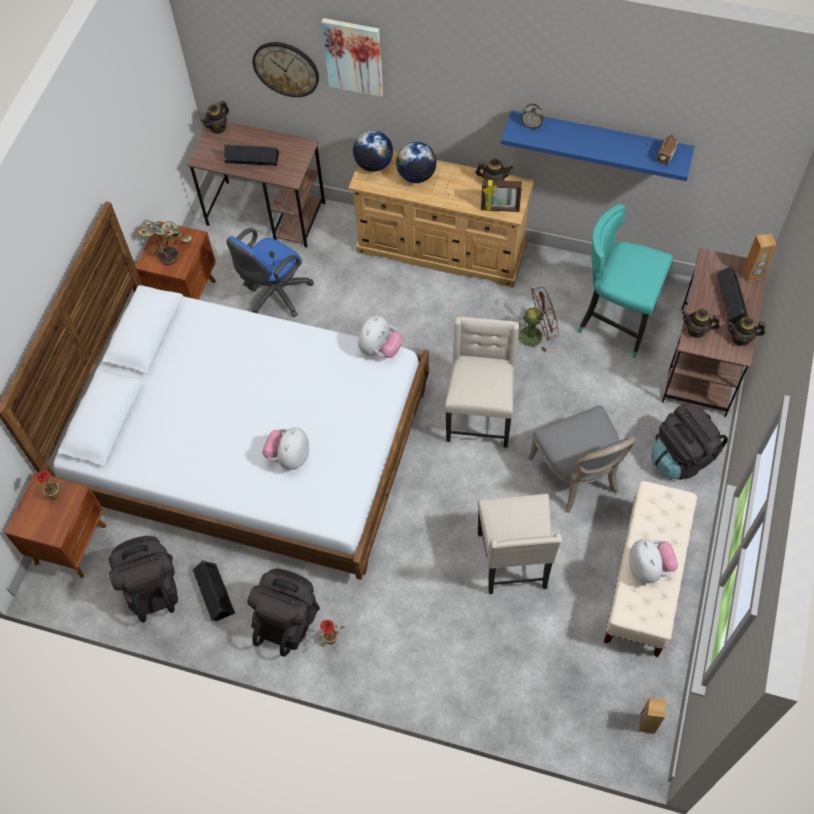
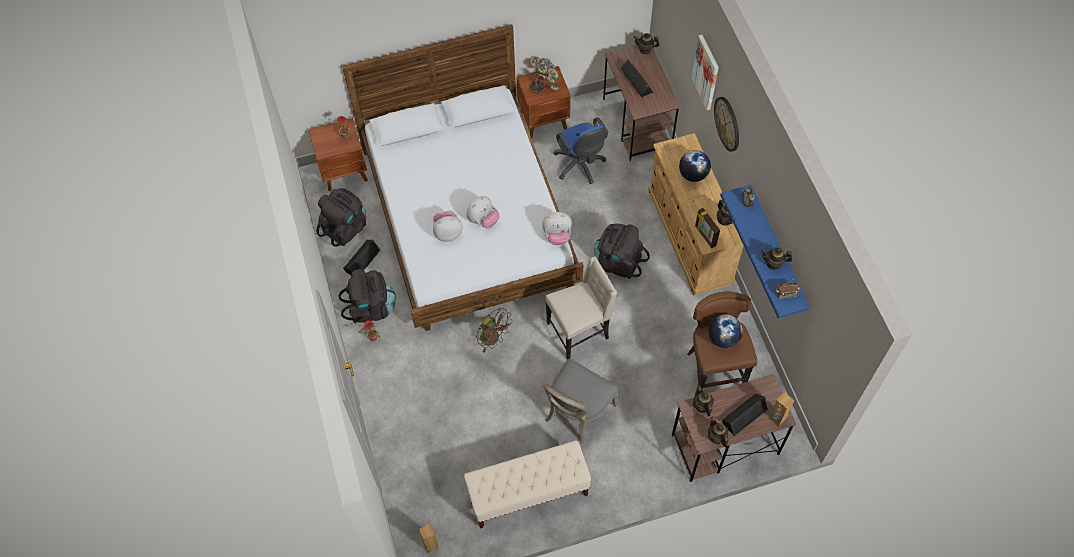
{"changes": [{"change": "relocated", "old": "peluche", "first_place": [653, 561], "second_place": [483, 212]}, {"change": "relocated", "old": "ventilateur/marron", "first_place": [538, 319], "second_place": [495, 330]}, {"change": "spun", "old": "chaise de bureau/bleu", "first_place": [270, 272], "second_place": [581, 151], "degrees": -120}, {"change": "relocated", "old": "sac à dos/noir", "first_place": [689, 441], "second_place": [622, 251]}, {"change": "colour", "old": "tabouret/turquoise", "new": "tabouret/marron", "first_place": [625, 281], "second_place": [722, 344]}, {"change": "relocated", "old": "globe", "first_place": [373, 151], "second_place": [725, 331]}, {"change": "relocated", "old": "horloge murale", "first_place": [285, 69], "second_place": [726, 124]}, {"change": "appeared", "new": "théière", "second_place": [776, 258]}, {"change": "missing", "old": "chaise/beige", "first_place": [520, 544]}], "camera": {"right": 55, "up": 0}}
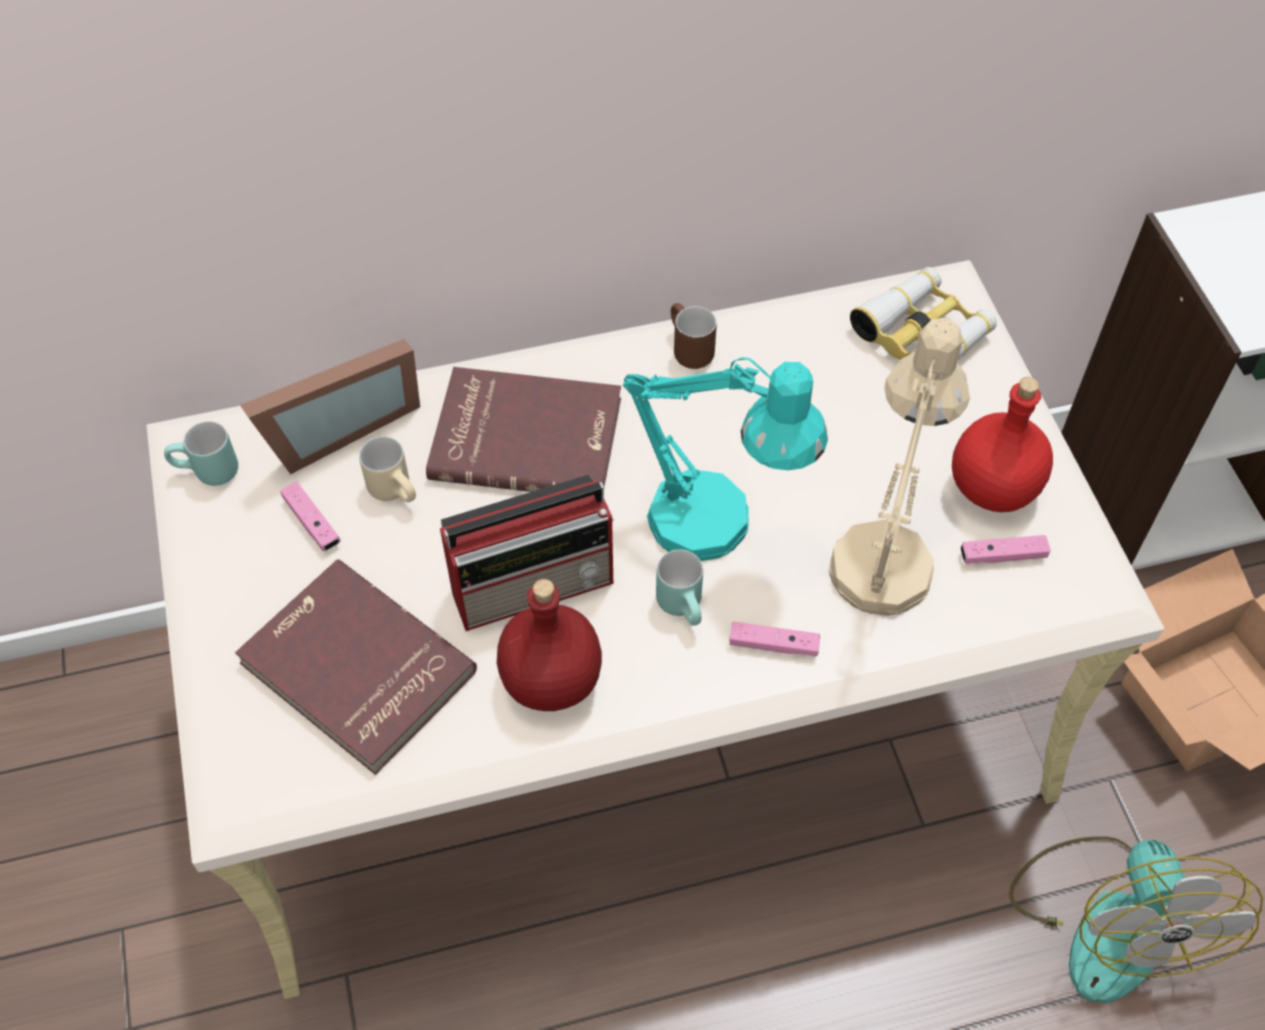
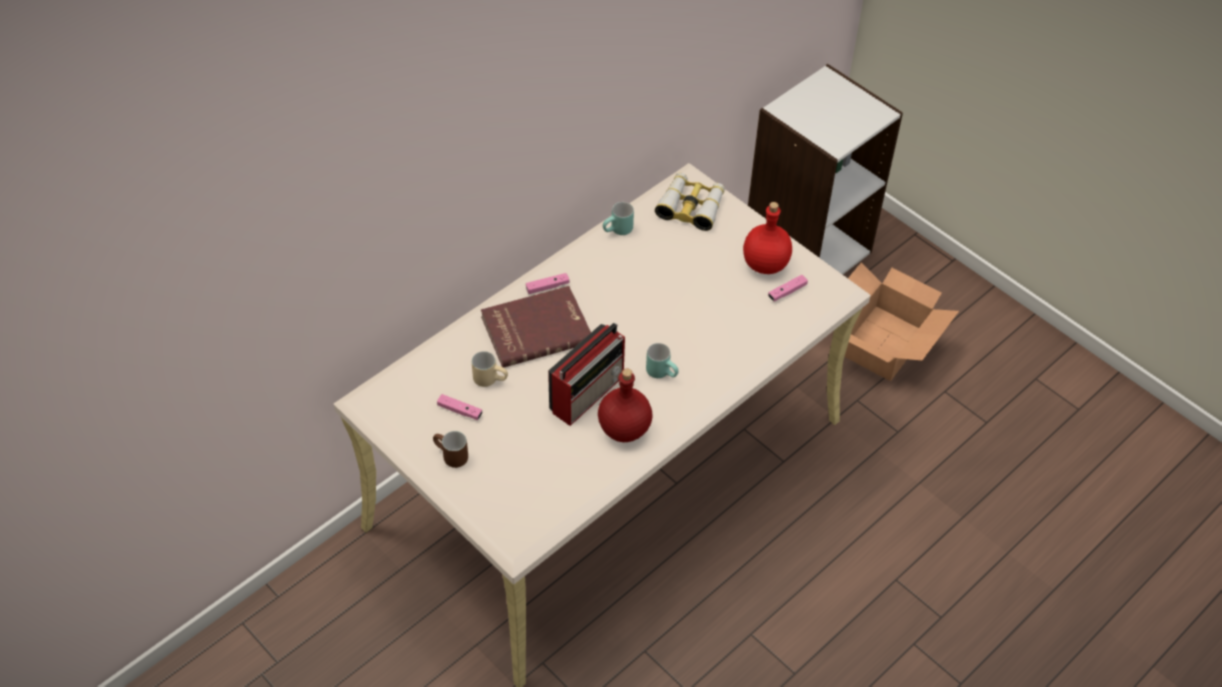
{"changes": [{"change": "relocated", "old": "mug/marron", "first_place": [694, 336], "second_place": [450, 449]}, {"change": "relocated", "old": "manette/rose", "first_place": [774, 639], "second_place": [547, 283]}, {"change": "relocated", "old": "mug/turquoise", "first_place": [201, 453], "second_place": [618, 218]}, {"change": "missing", "old": "livre/rouge", "first_place": [356, 667]}, {"change": "missing", "old": "cadre photo", "first_place": [330, 406]}, {"change": "missing", "old": "lampe de table/turquoise", "first_place": [725, 459]}, {"change": "missing", "old": "lampe de table/beige", "first_place": [899, 467]}, {"change": "missing", "old": "ventilateur", "first_place": [1136, 919]}], "camera": {"right": -30, "up": -5}}
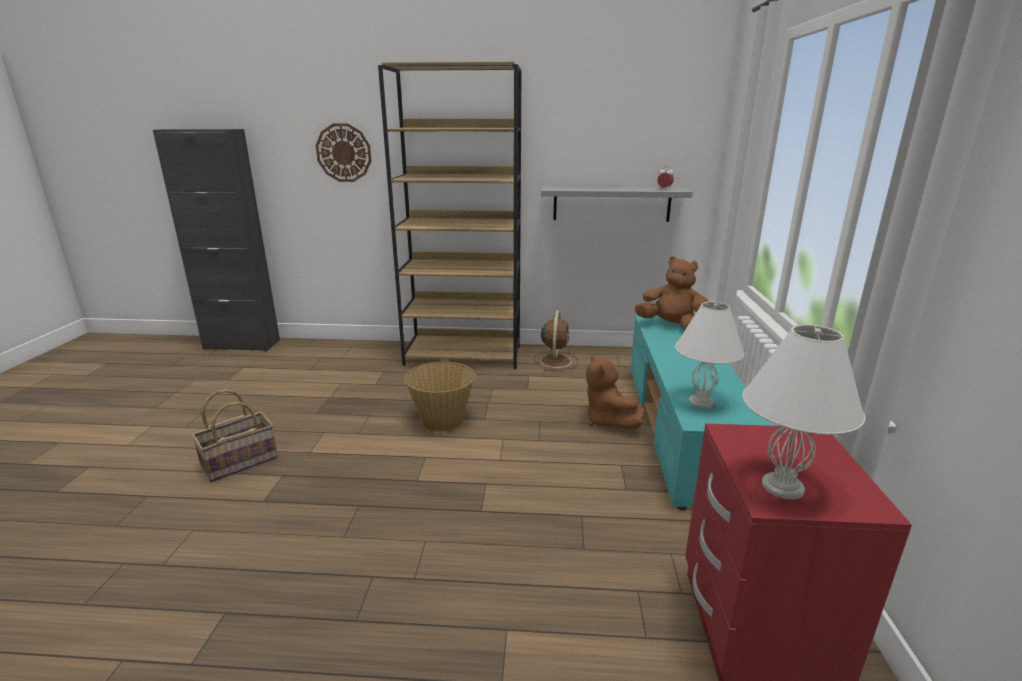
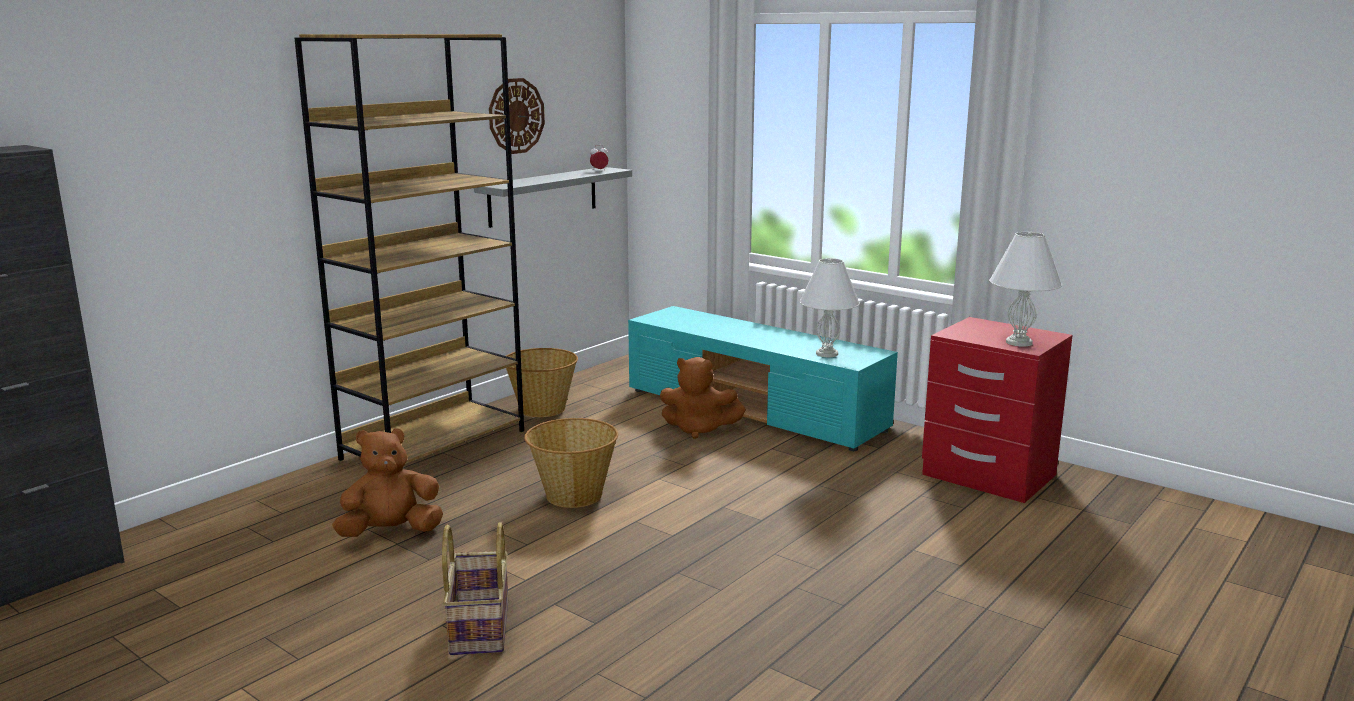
{"changes": [{"change": "relocated", "old": "peluche/marron", "first_place": [671, 293], "second_place": [387, 482]}, {"change": "relocated", "old": "horloge murale", "first_place": [343, 153], "second_place": [517, 116]}, {"change": "exchanged", "old": "ventilateur/marron", "new": "panier", "first_place": [555, 340], "second_place": [542, 382]}], "camera": {"right": -55, "up": -5}}
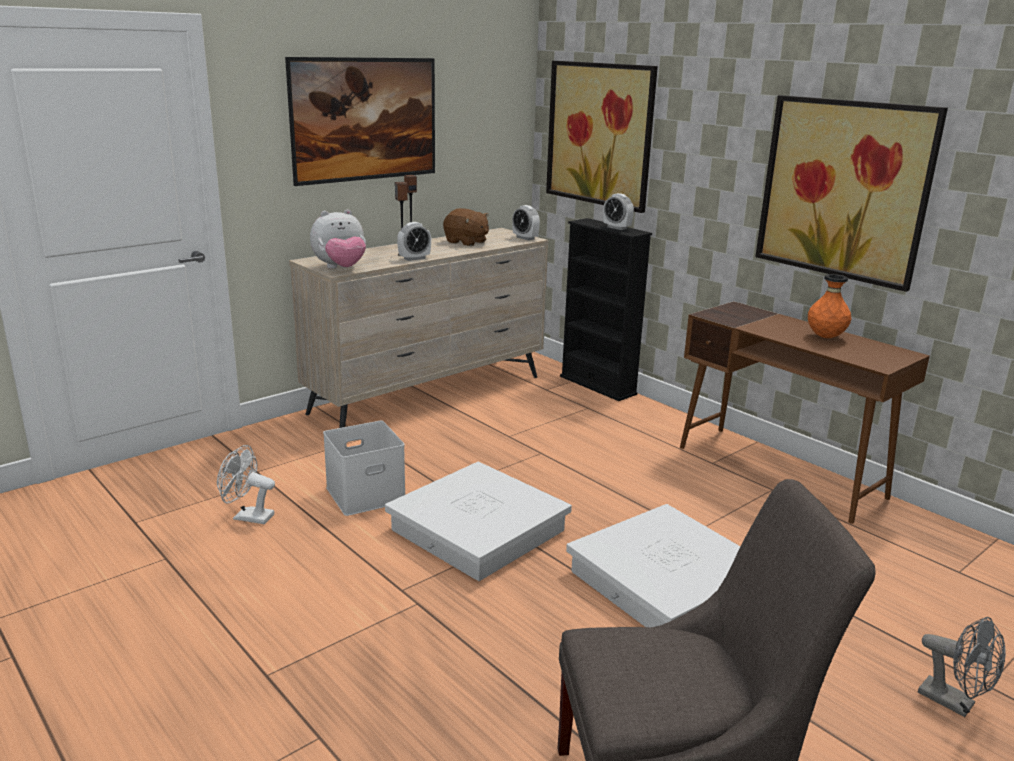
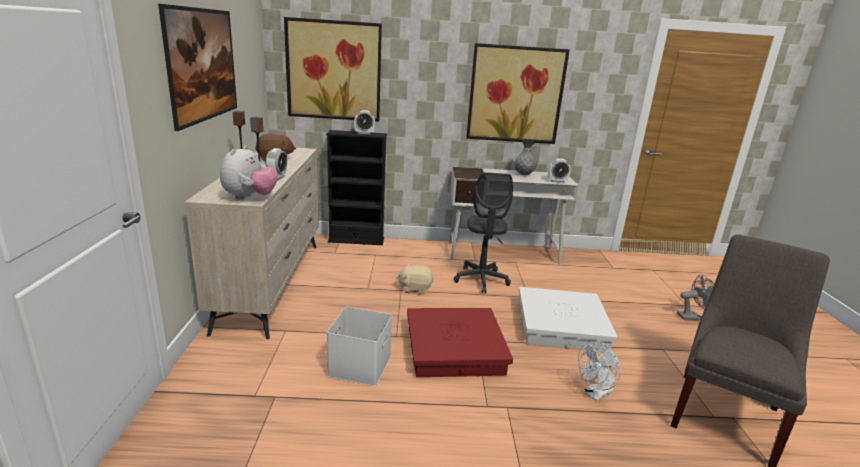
{"changes": [{"change": "appeared", "new": "peluche/beige", "second_place": [415, 278]}, {"change": "colour", "old": "boîte de rangement/blanc", "new": "boîte de rangement/rouge", "first_place": [478, 521], "second_place": [460, 342]}, {"change": "colour", "old": "bureau/marron", "new": "bureau/blanc", "first_place": [805, 412], "second_place": [514, 216]}, {"change": "appeared", "new": "chaise de bureau/gris", "second_place": [483, 233]}, {"change": "colour", "old": "vase/orange", "new": "vase/gris", "first_place": [829, 306], "second_place": [525, 158]}, {"change": "relocated", "old": "réveil", "first_place": [526, 222], "second_place": [559, 170]}, {"change": "relocated", "old": "ventilateur/blanc", "first_place": [246, 484], "second_place": [599, 371]}], "camera": {"right": -50, "up": 0}}
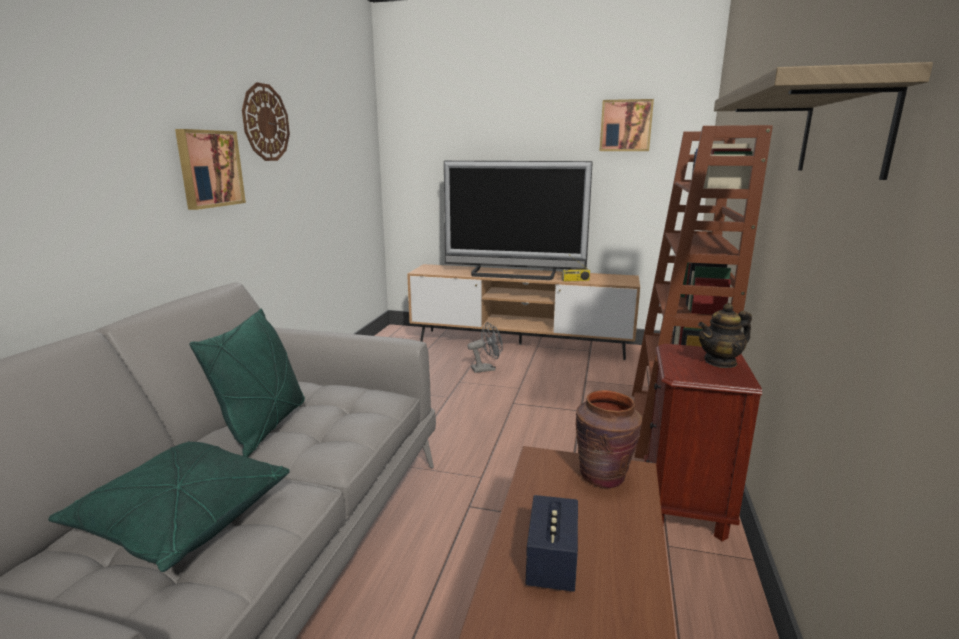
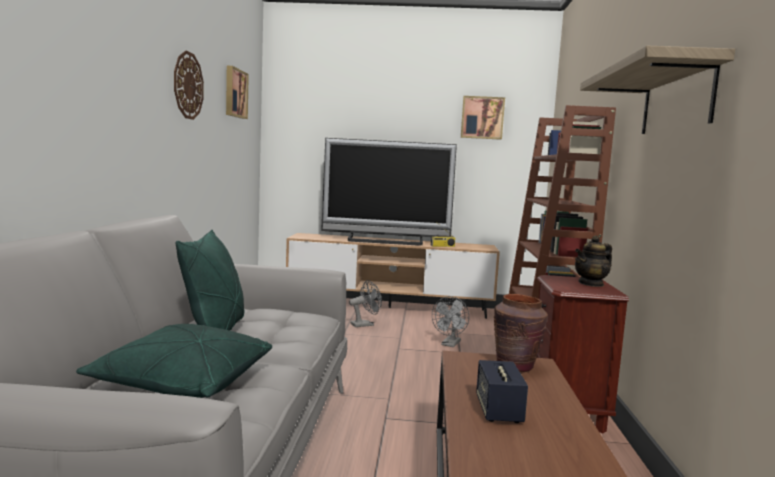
{"changes": [{"change": "relocated", "old": "tableau", "first_place": [210, 169], "second_place": [237, 92]}, {"change": "appeared", "new": "ventilateur/gris", "second_place": [450, 321]}], "camera": {"right": -10, "up": -10}}
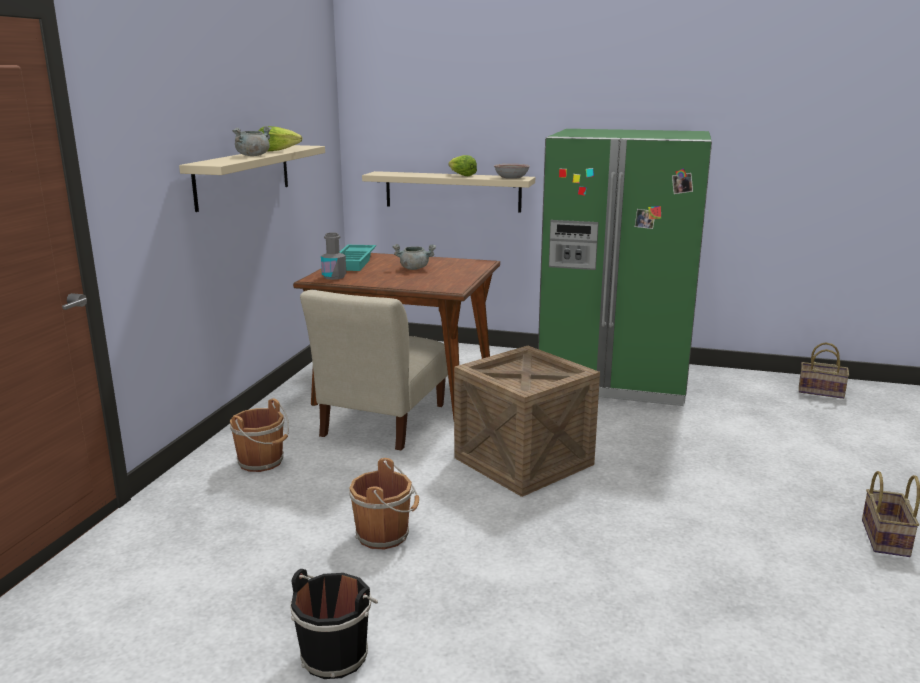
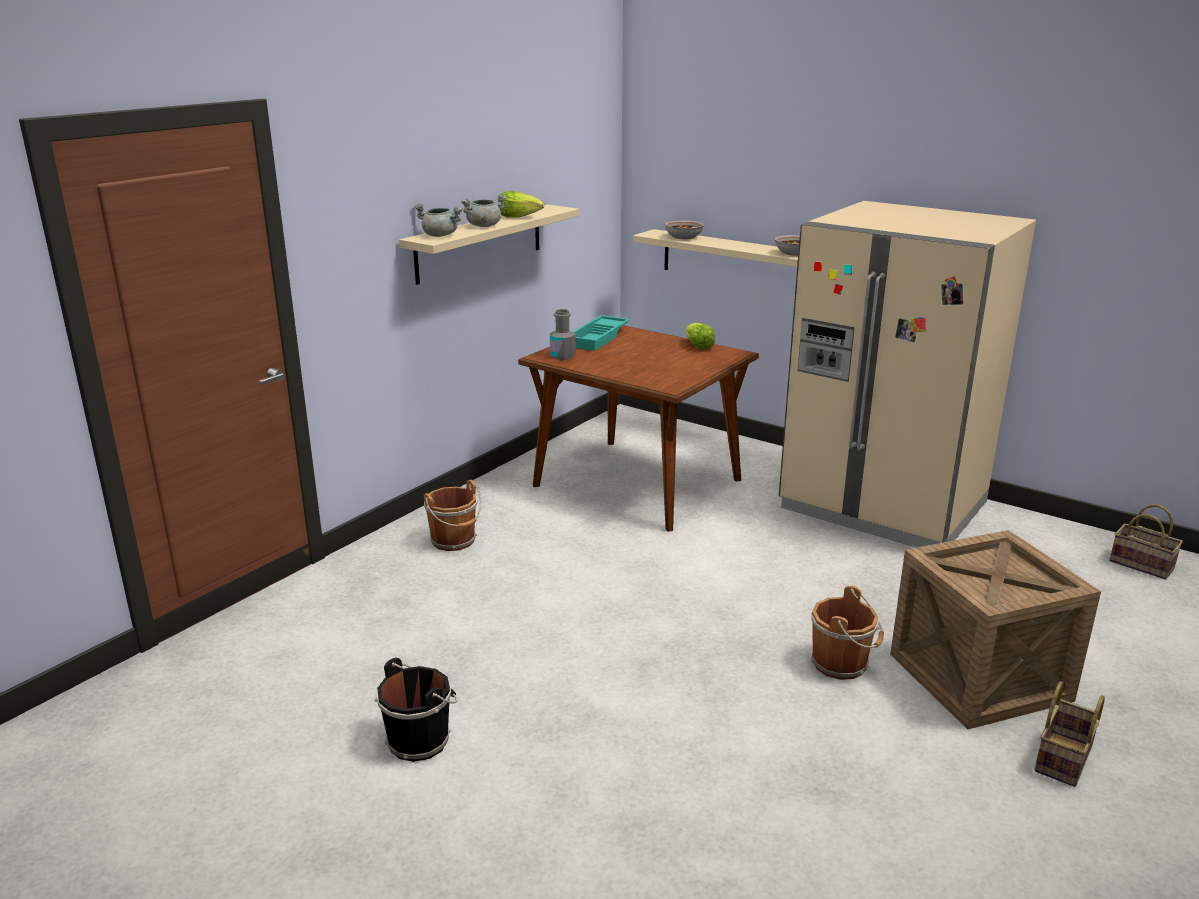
{"changes": [{"change": "relocated", "old": "marmite/gris", "first_place": [414, 257], "second_place": [438, 220]}, {"change": "appeared", "new": "bol", "second_place": [684, 229]}, {"change": "relocated", "old": "laitue", "first_place": [462, 165], "second_place": [700, 336]}, {"change": "colour", "old": "réfrigérateur/vert", "new": "réfrigérateur/beige", "first_place": [625, 267], "second_place": [907, 374]}, {"change": "relocated", "old": "seau/marron", "first_place": [384, 503], "second_place": [847, 633]}, {"change": "relocated", "old": "caisse", "first_place": [527, 421], "second_place": [995, 629]}, {"change": "missing", "old": "chaise/beige", "first_place": [374, 370]}], "camera": {"right": 20, "up": 5}}
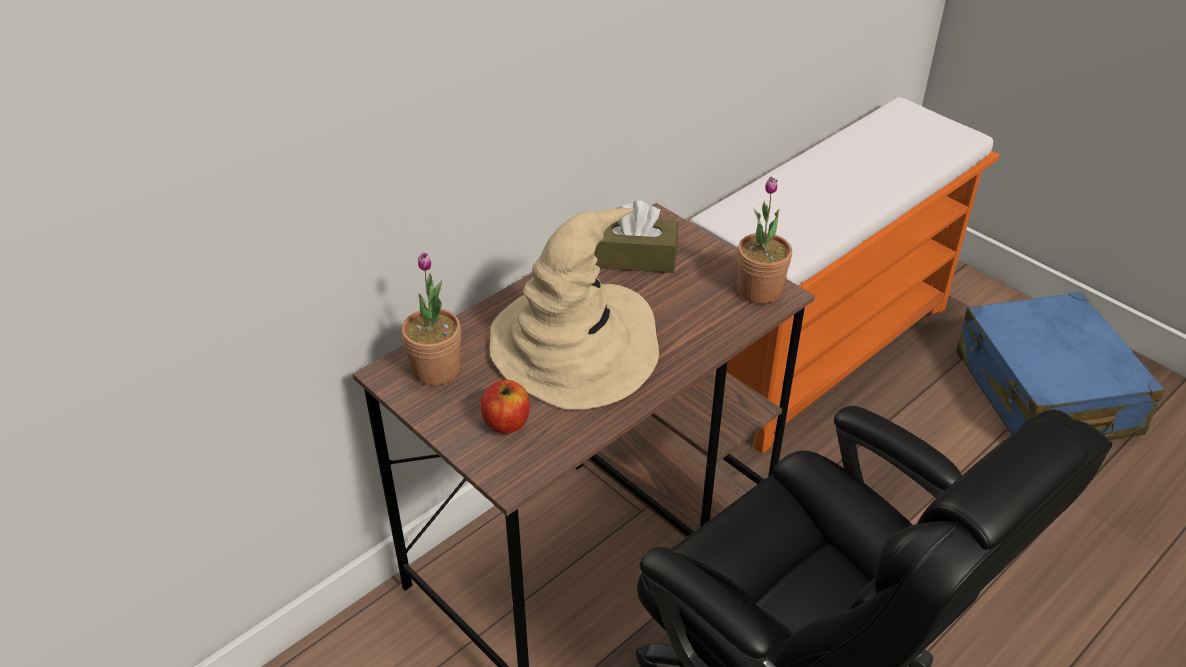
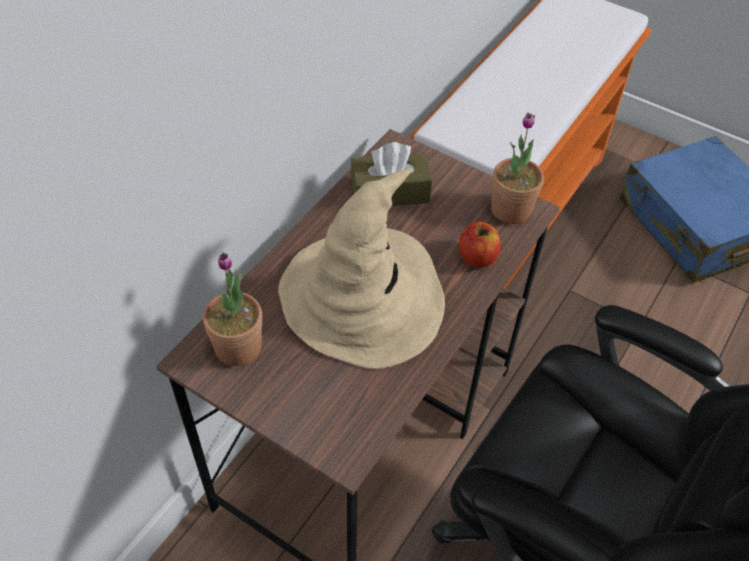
{"changes": [{"change": "relocated", "old": "pomme", "first_place": [505, 407], "second_place": [480, 244]}], "camera": {"right": -15, "up": 10}}
